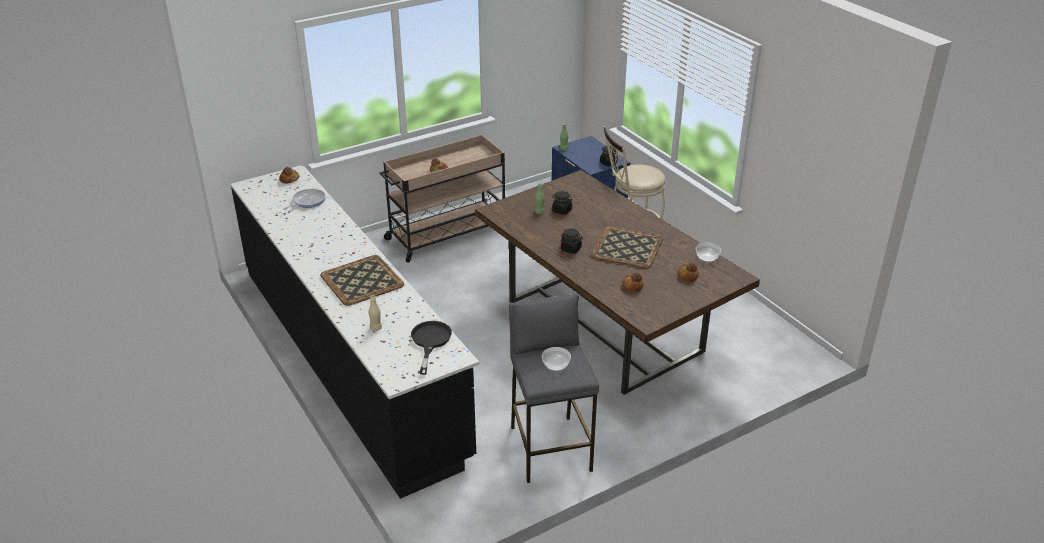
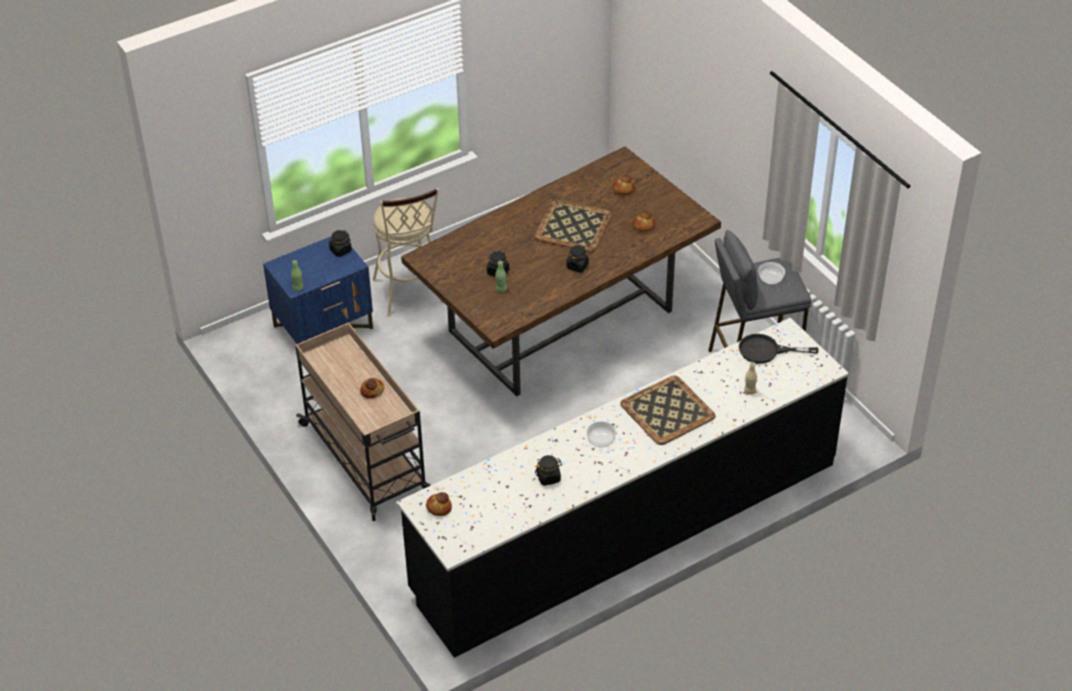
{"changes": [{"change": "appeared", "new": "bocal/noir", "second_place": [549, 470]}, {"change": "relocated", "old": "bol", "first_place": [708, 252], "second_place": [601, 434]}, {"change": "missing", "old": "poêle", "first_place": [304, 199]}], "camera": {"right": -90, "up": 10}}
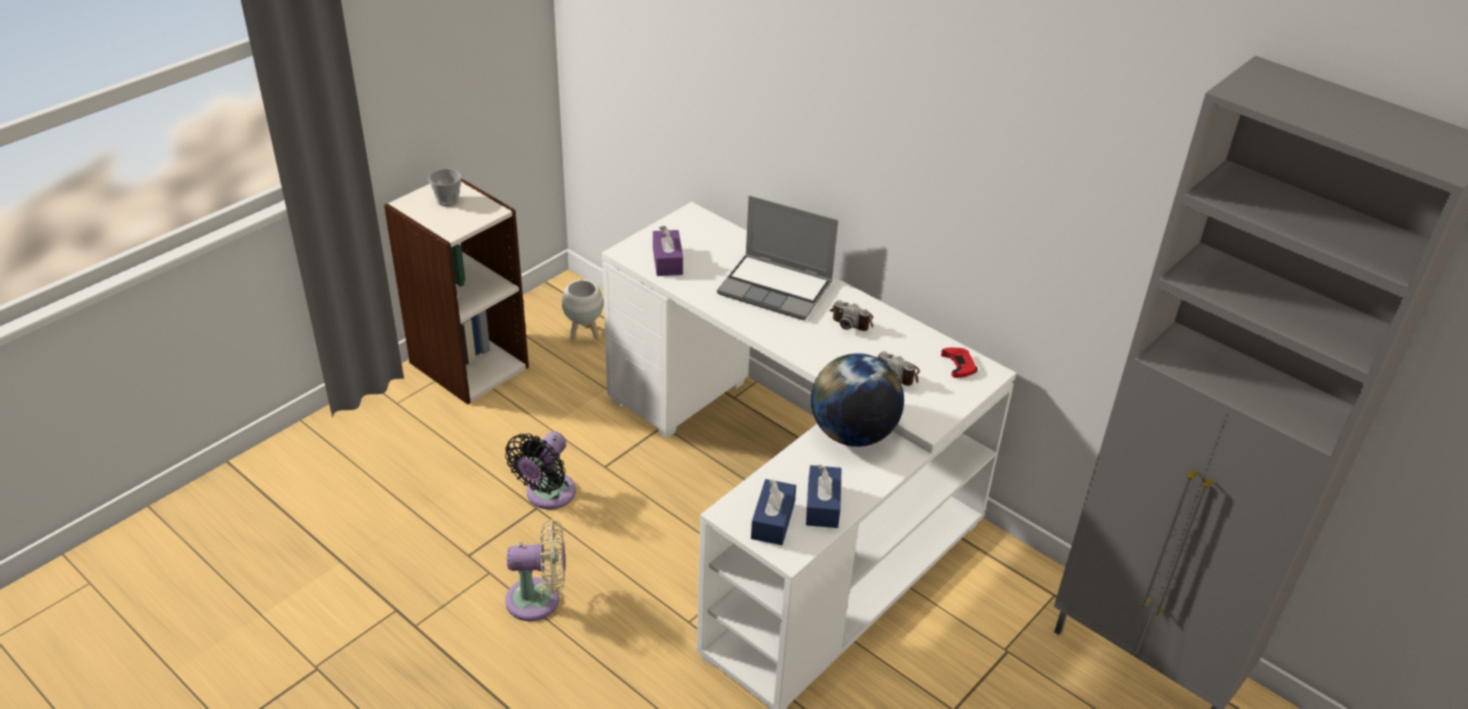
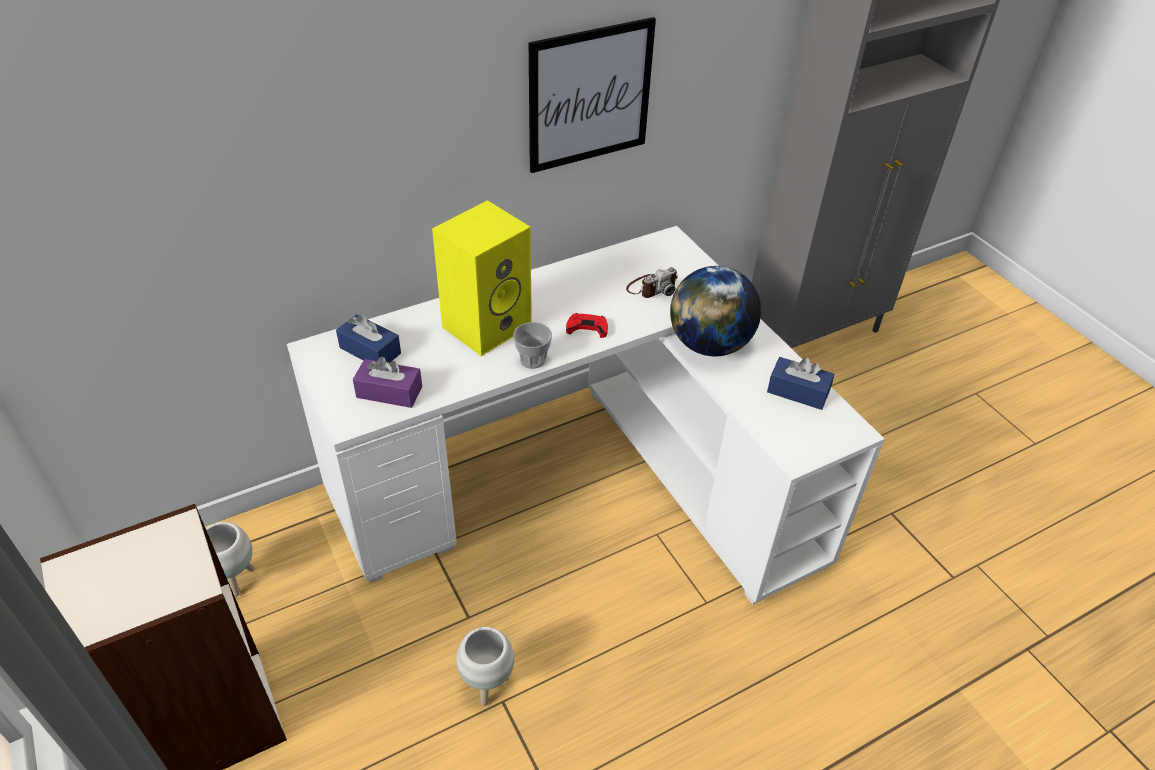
{"changes": [{"change": "relocated", "old": "boîte à mouchoirs/bleu", "first_place": [773, 512], "second_place": [368, 338]}, {"change": "exchanged", "old": "ordinateur portable", "new": "enceinte/jaune", "first_place": [777, 257], "second_place": [482, 278]}, {"change": "exchanged", "old": "ventilateur/noir", "new": "cache-pot/blanc", "first_place": [540, 470], "second_place": [485, 666]}, {"change": "relocated", "old": "tasse", "first_place": [444, 187], "second_place": [532, 345]}, {"change": "appeared", "new": "tableau", "second_place": [592, 95]}, {"change": "relocated", "old": "manette/rouge", "first_place": [959, 362], "second_place": [587, 325]}, {"change": "missing", "old": "ventilateur/beige", "first_place": [535, 570]}, {"change": "missing", "old": "appareil photo", "first_place": [851, 315]}], "camera": {"right": -70, "up": 5}}
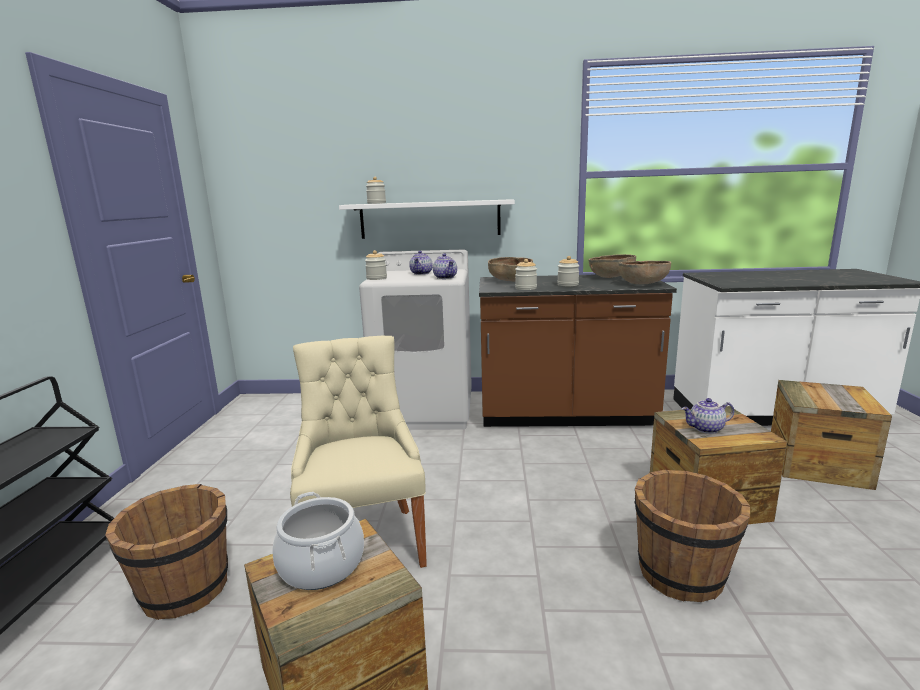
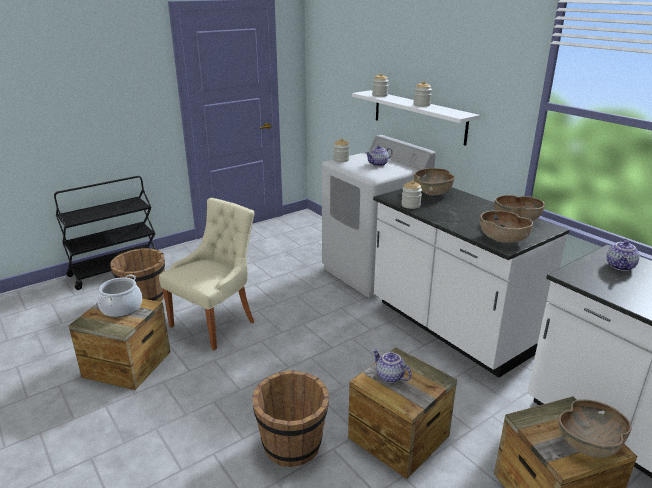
{"changes": [{"change": "colour", "old": "comptoir de cuisine/marron", "new": "comptoir de cuisine/blanc", "first_place": [578, 350], "second_place": [471, 282]}, {"change": "relocated", "old": "bocal", "first_place": [568, 271], "second_place": [422, 94]}, {"change": "appeared", "new": "bol/marron", "second_place": [595, 428]}, {"change": "relocated", "old": "théière", "first_place": [445, 266], "second_place": [623, 255]}], "camera": {"right": 50, "up": 10}}
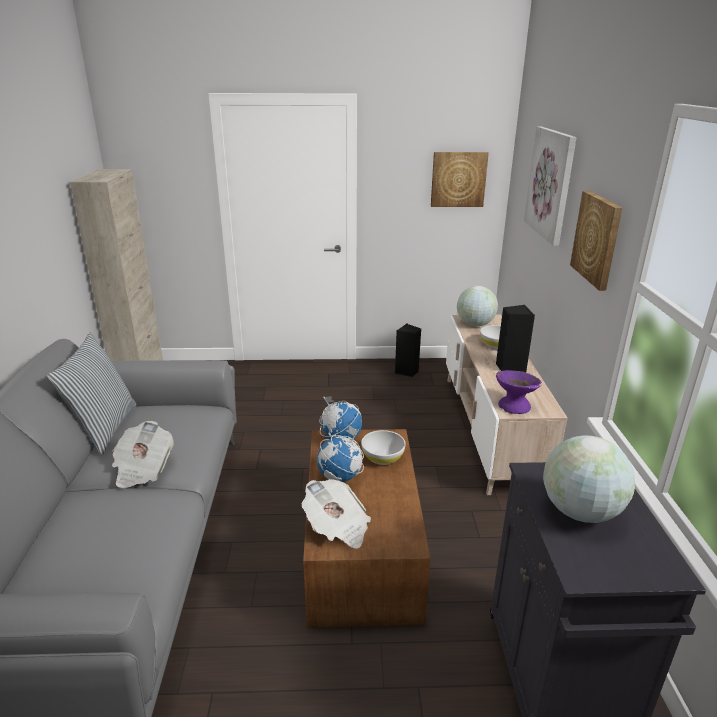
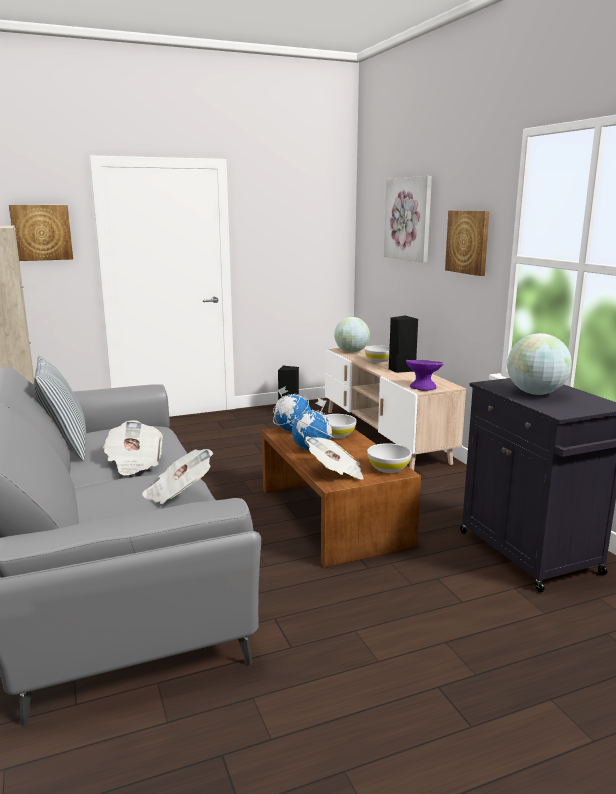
{"changes": [{"change": "relocated", "old": "tableau", "first_place": [460, 179], "second_place": [41, 233]}, {"change": "appeared", "new": "journal", "second_place": [177, 476]}, {"change": "appeared", "new": "bol/blanc", "second_place": [389, 458]}], "camera": {"right": -20, "up": -10}}
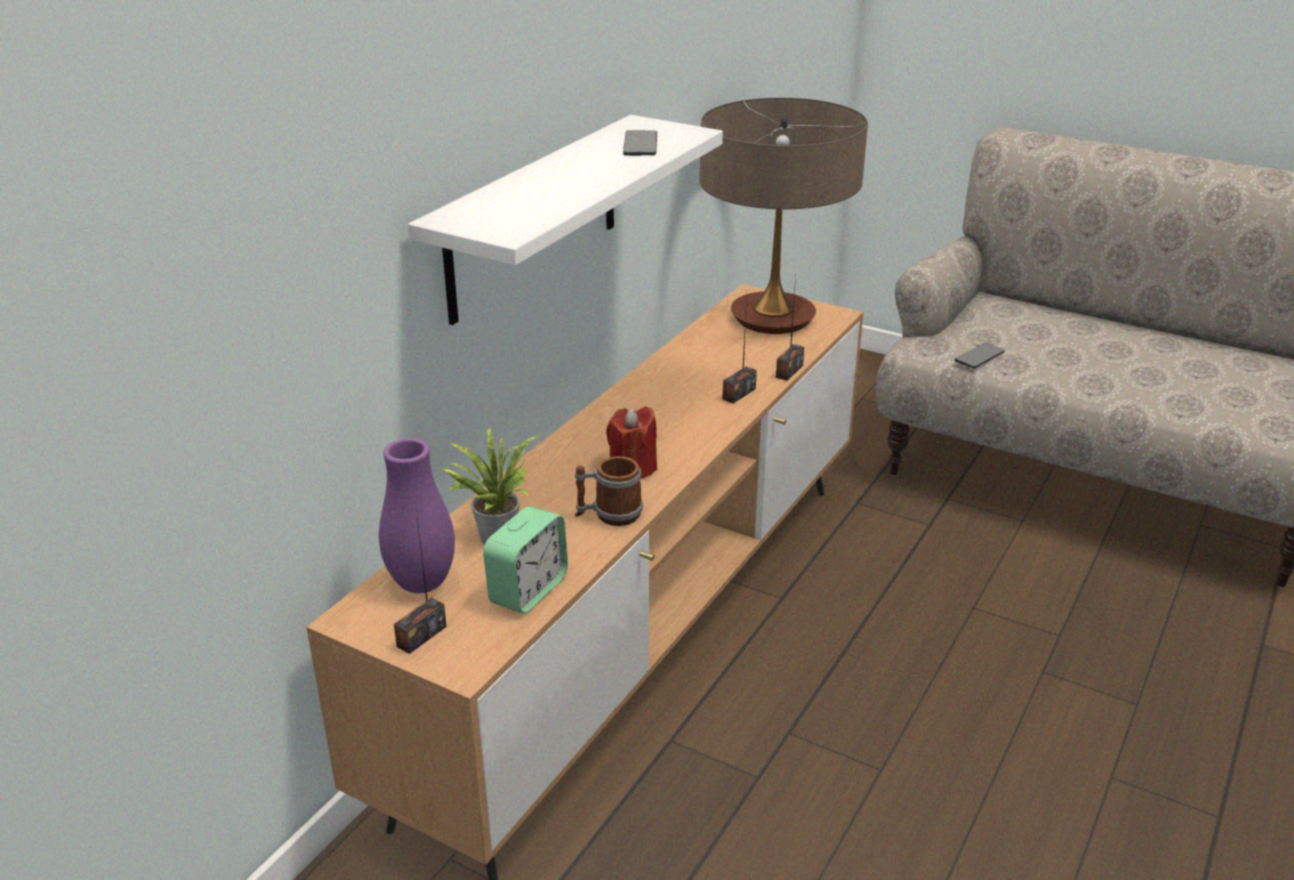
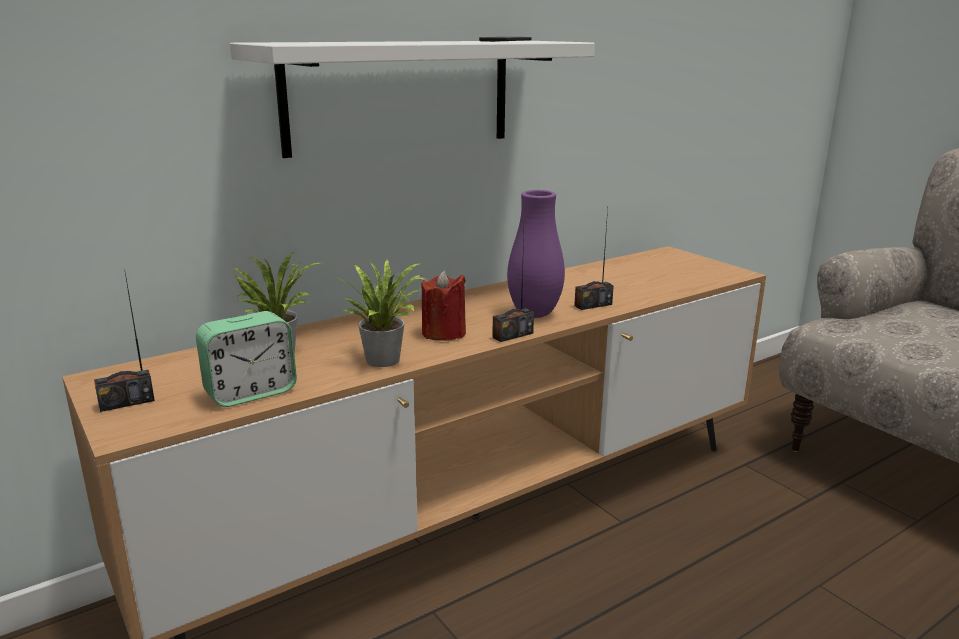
{"changes": [{"change": "exchanged", "old": "mug", "new": "plante en pot", "first_place": [609, 491], "second_place": [380, 313]}, {"change": "relocated", "old": "radio", "first_place": [790, 328], "second_place": [513, 288]}, {"change": "relocated", "old": "vase/violet", "first_place": [417, 515], "second_place": [536, 254]}, {"change": "missing", "old": "lampe de table", "first_place": [784, 216]}, {"change": "missing", "old": "téléphone", "first_place": [980, 355]}], "camera": {"right": 25, "up": -10}}
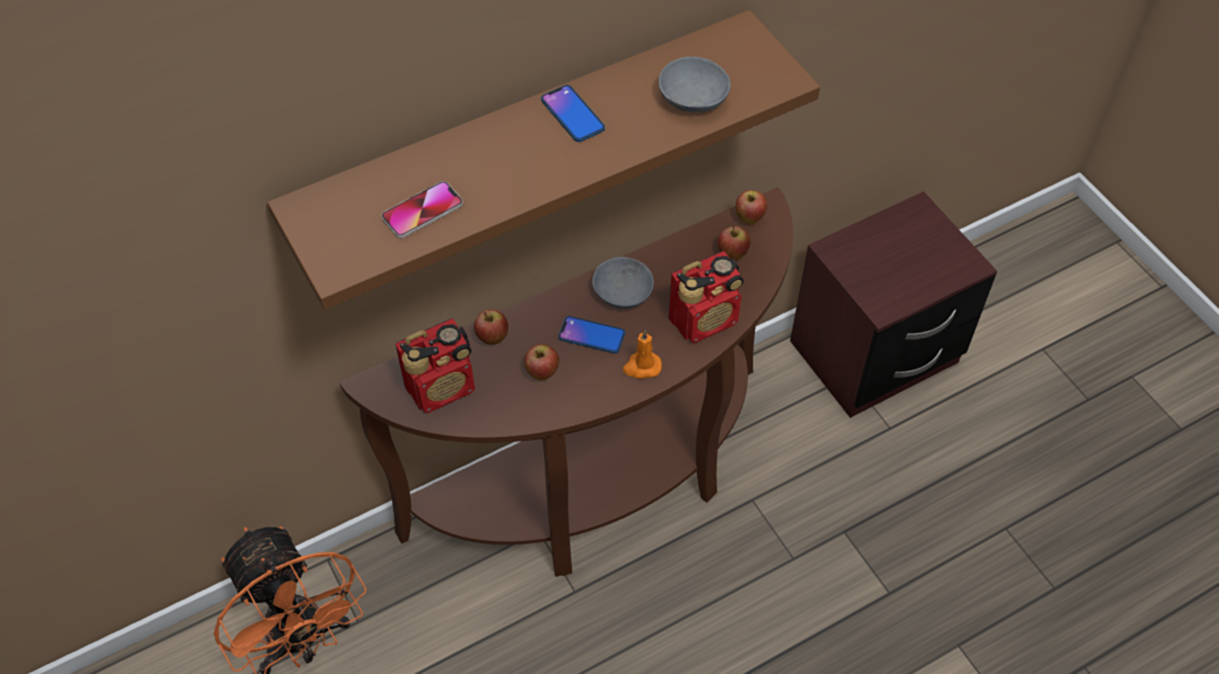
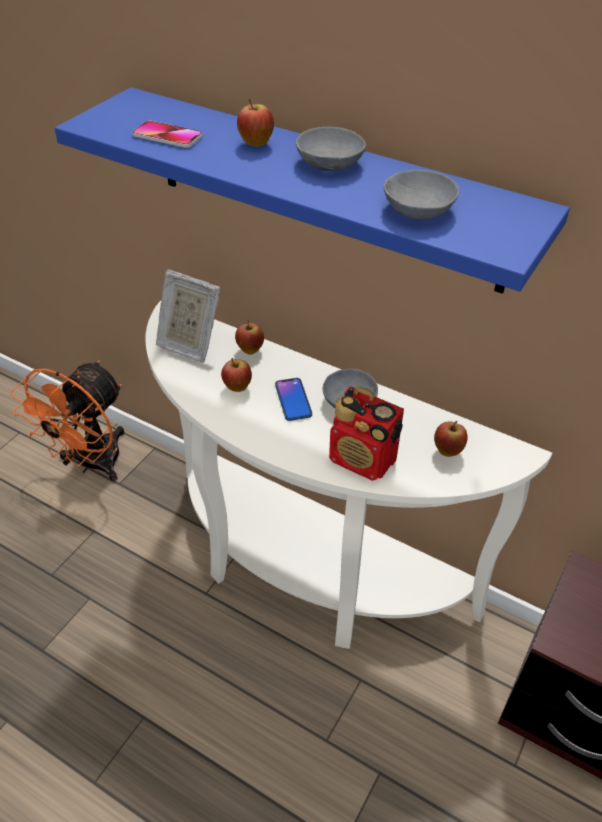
{"changes": [{"change": "colour", "old": "étagère/marron", "new": "étagère/bleu", "first_place": [543, 160], "second_place": [312, 190]}, {"change": "colour", "old": "table console/marron", "new": "table console/blanc", "first_place": [566, 382], "second_place": [348, 474]}, {"change": "exchanged", "old": "radio", "new": "cadre photo", "first_place": [435, 365], "second_place": [188, 316]}, {"change": "relocated", "old": "pomme", "first_place": [751, 207], "second_place": [255, 122]}, {"change": "exchanged", "old": "téléphone", "new": "bol/gris", "first_place": [573, 113], "second_place": [331, 149]}, {"change": "missing", "old": "bougie/orange", "first_place": [642, 354]}], "camera": {"right": 60, "up": -10}}
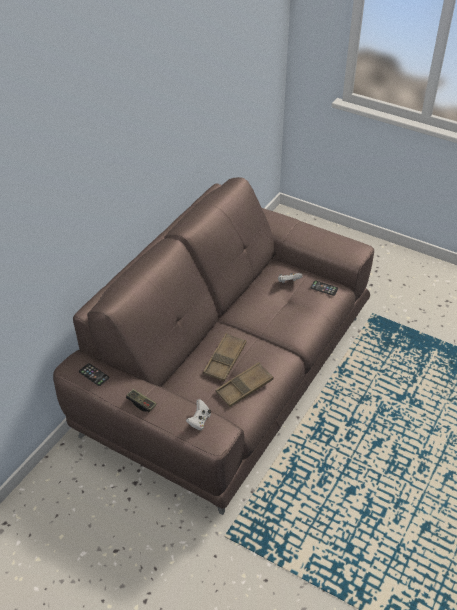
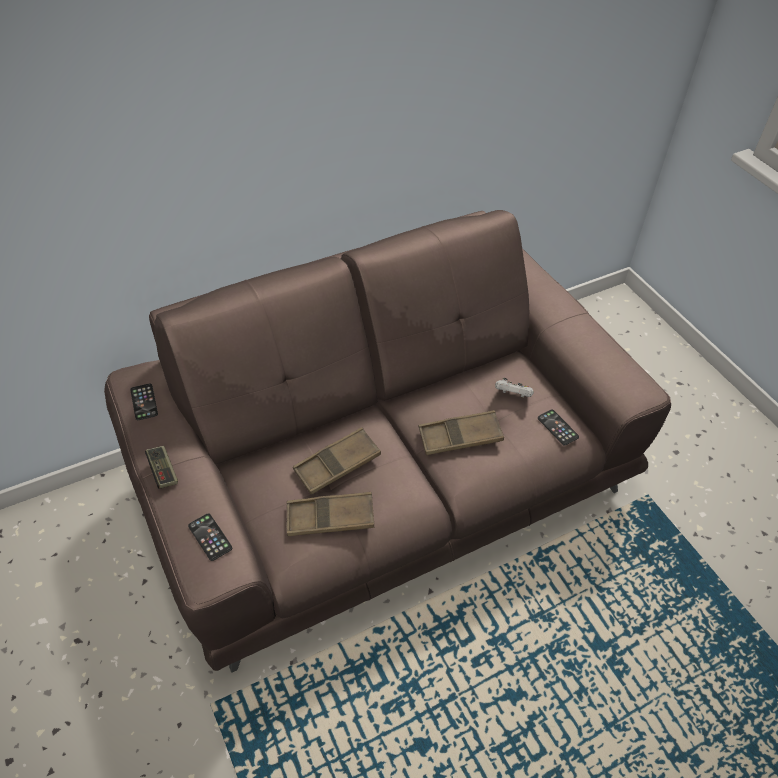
{"changes": [{"change": "exchanged", "old": "manette/blanc", "new": "téléphone", "first_place": [198, 414], "second_place": [210, 537]}, {"change": "appeared", "new": "plateau/marron", "second_place": [461, 432]}], "camera": {"right": 30, "up": 5}}
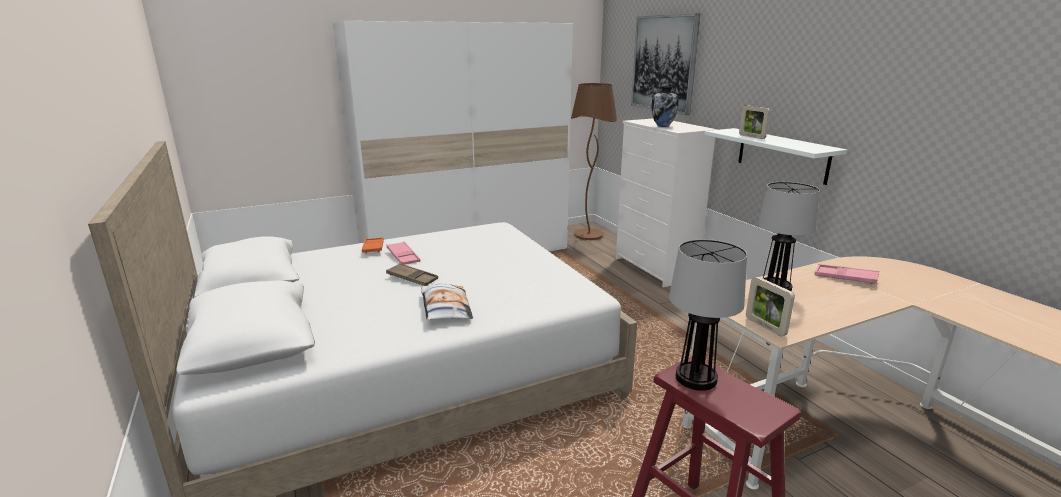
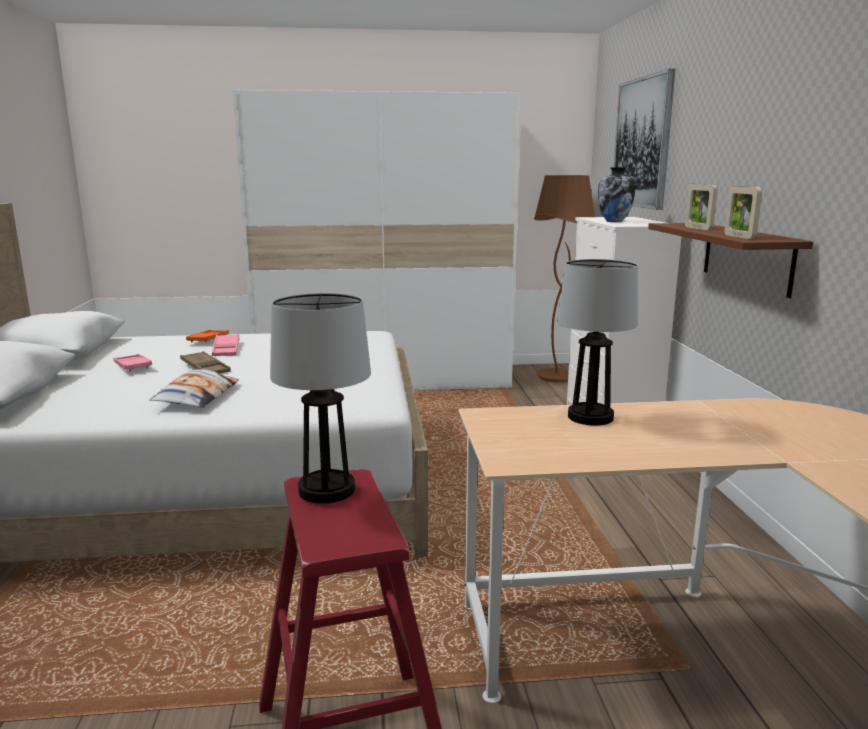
{"changes": [{"change": "relocated", "old": "plateau/rose", "first_place": [846, 274], "second_place": [133, 362]}, {"change": "colour", "old": "étagère/blanc", "new": "étagère/marron", "first_place": [775, 156], "second_place": [730, 260]}, {"change": "relocated", "old": "cadre photo", "first_place": [770, 306], "second_place": [743, 212]}], "camera": {"right": 20, "up": -5}}
